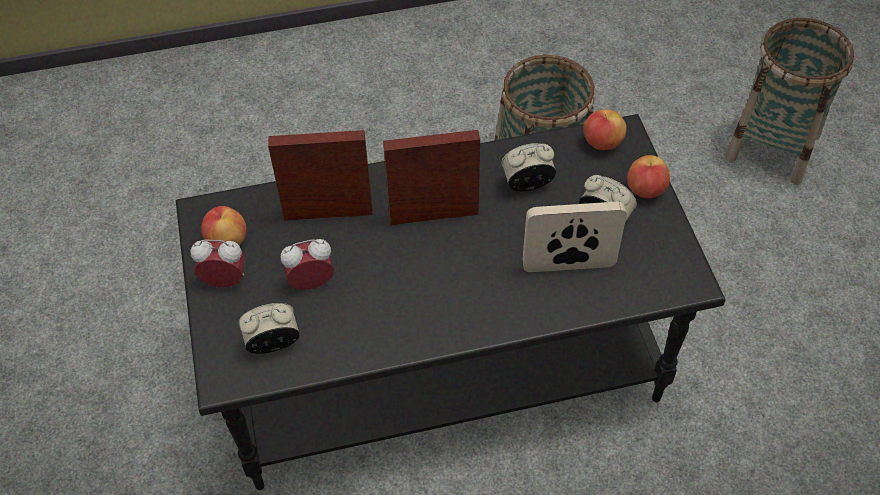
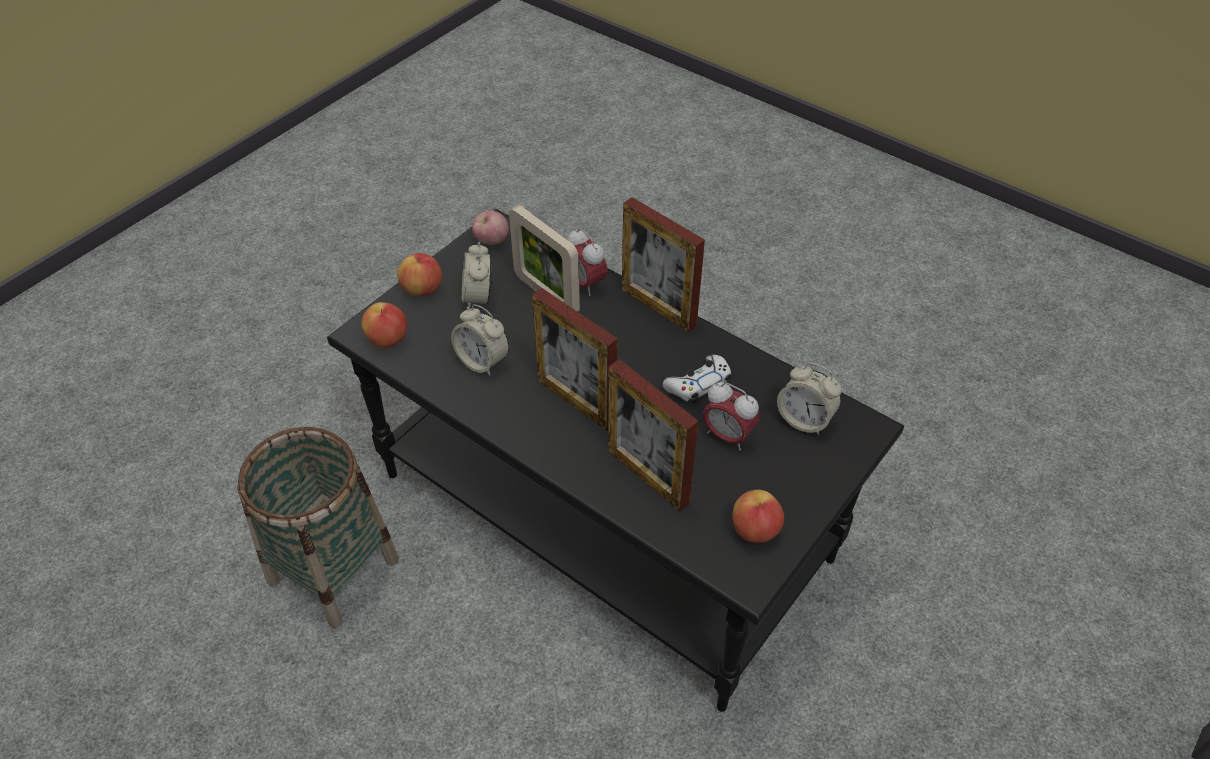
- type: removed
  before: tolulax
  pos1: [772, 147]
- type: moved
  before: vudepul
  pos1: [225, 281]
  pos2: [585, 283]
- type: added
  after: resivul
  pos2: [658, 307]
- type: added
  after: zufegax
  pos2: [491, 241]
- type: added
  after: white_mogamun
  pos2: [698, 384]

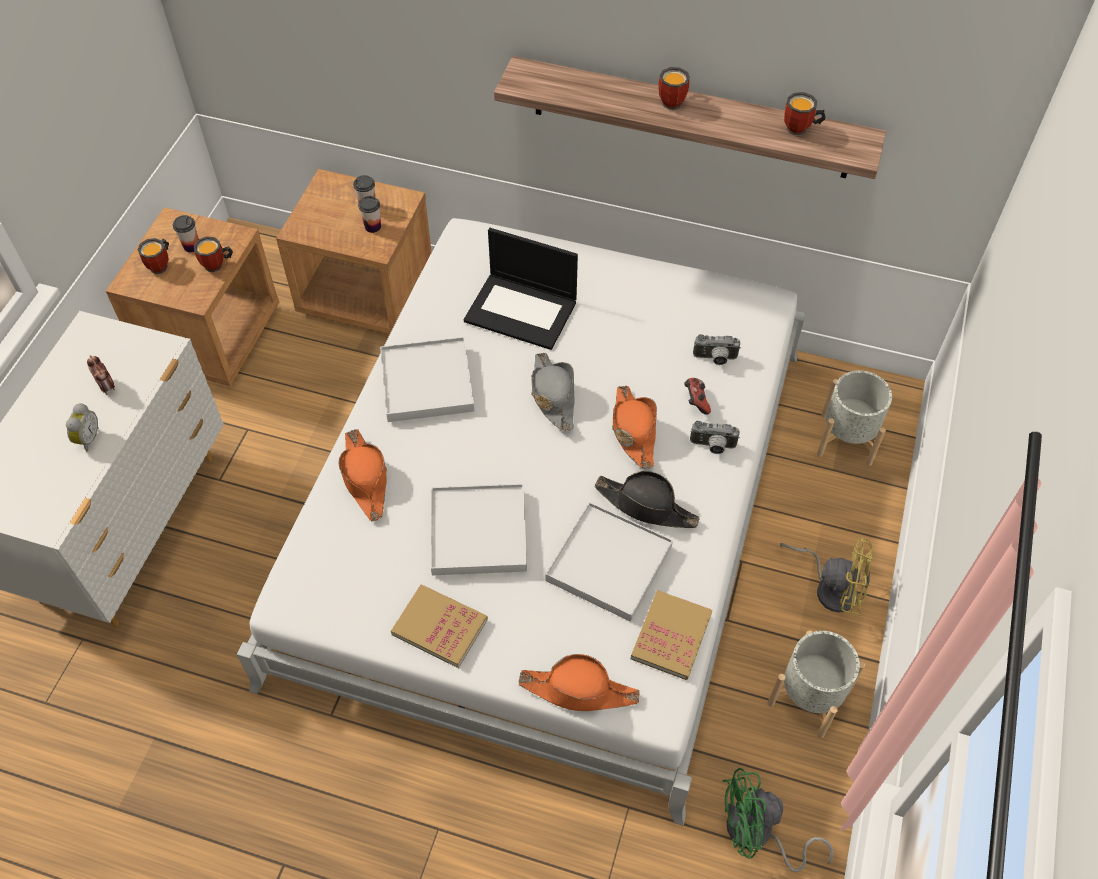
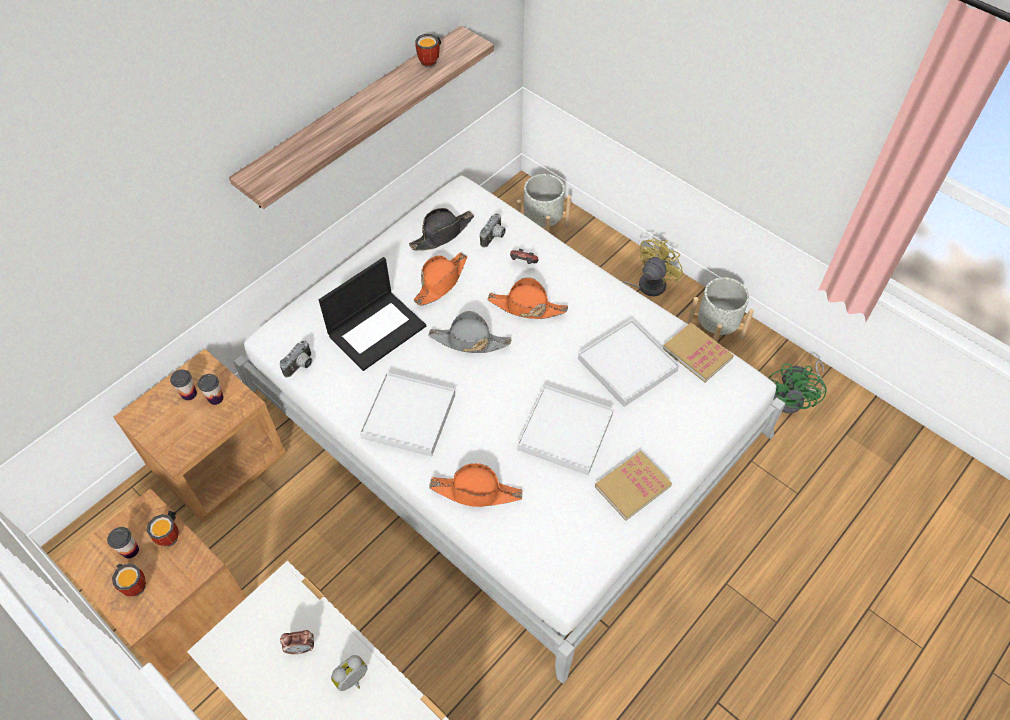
- type: removed
  before: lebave
  pos1: [675, 101]
- type: turned
  before: vudepul
  pos1: [87, 439]
  pos2: [353, 680]
  turn: -75
- type: moved
  before: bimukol
  pos1: [712, 446]
  pos2: [301, 366]
- type: moved
  before: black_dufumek
  pos1: [646, 506]
  pos2: [442, 234]
- type: moved
  before: orange_dufumek
  pos1: [579, 690]
  pos2: [441, 282]

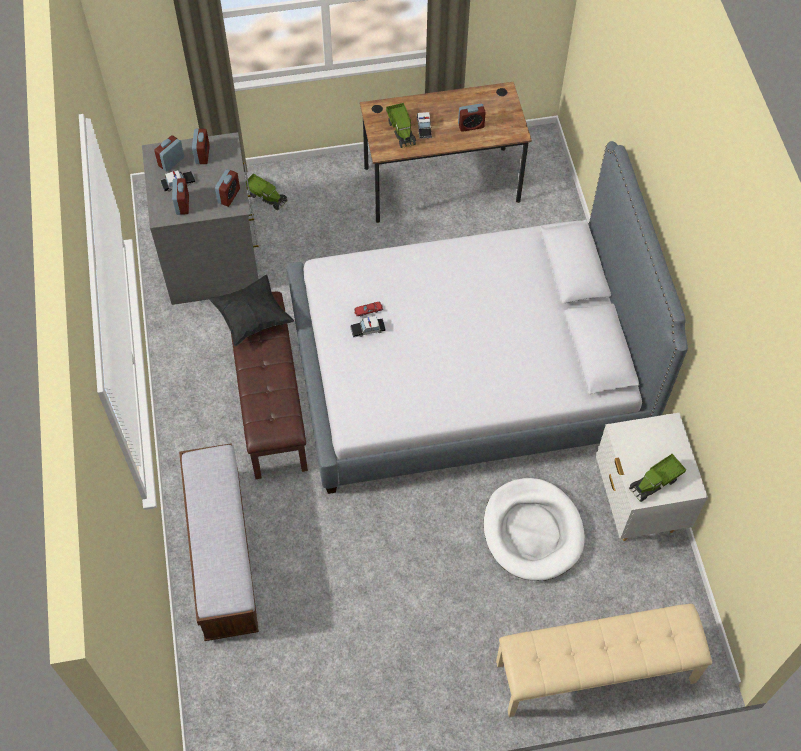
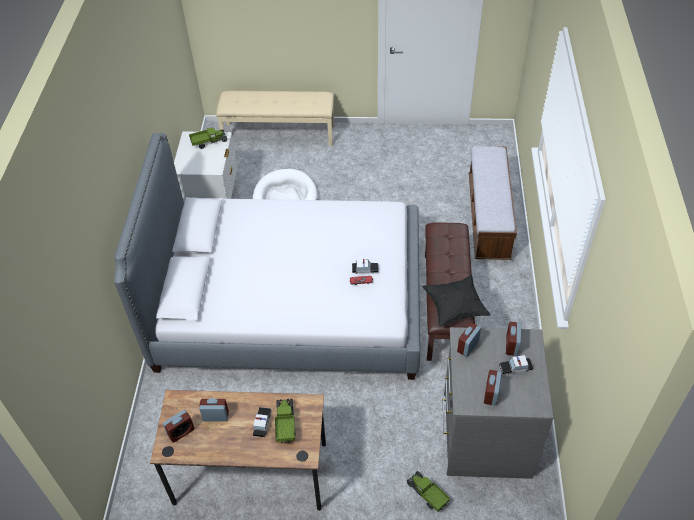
- type: moved
  before: vudepul
  pos1: [171, 162]
  pos2: [181, 432]

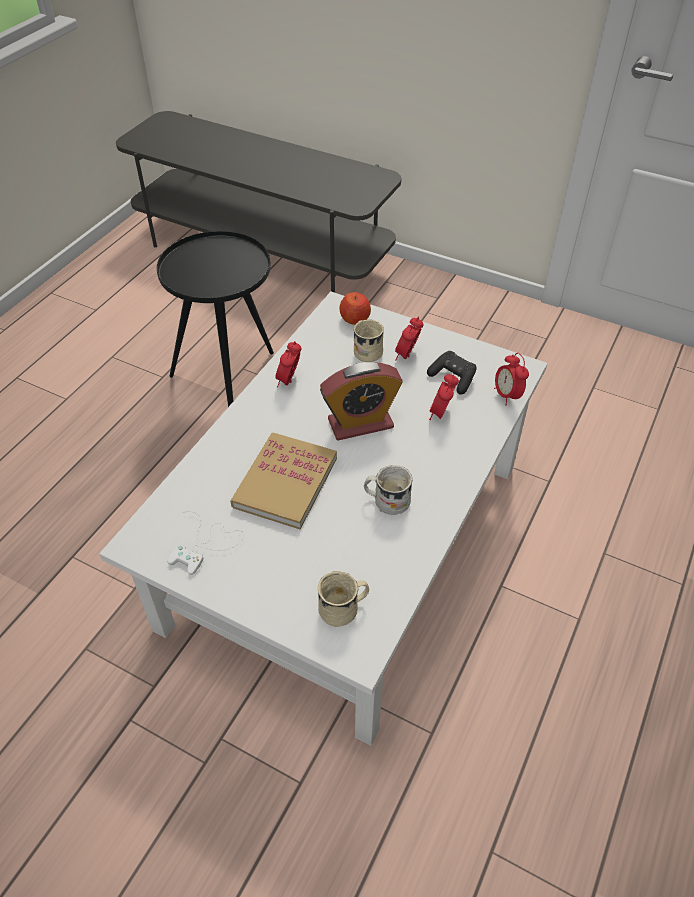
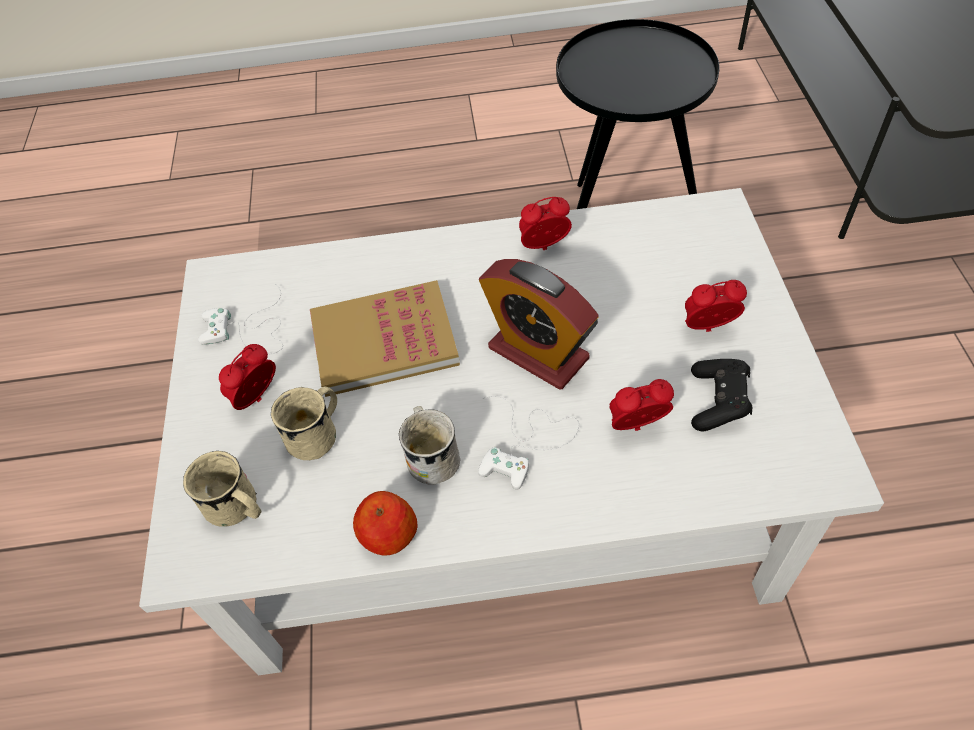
- type: moved
  before: zufegax
  pos1: [355, 319]
  pos2: [388, 535]
- type: moved
  before: beige_lebave
  pos1: [366, 350]
  pos2: [318, 434]
- type: moved
  before: vudepul
  pos1: [507, 395]
  pos2: [257, 399]
- type: added
  after: white_mogamun
  pos2: [526, 442]

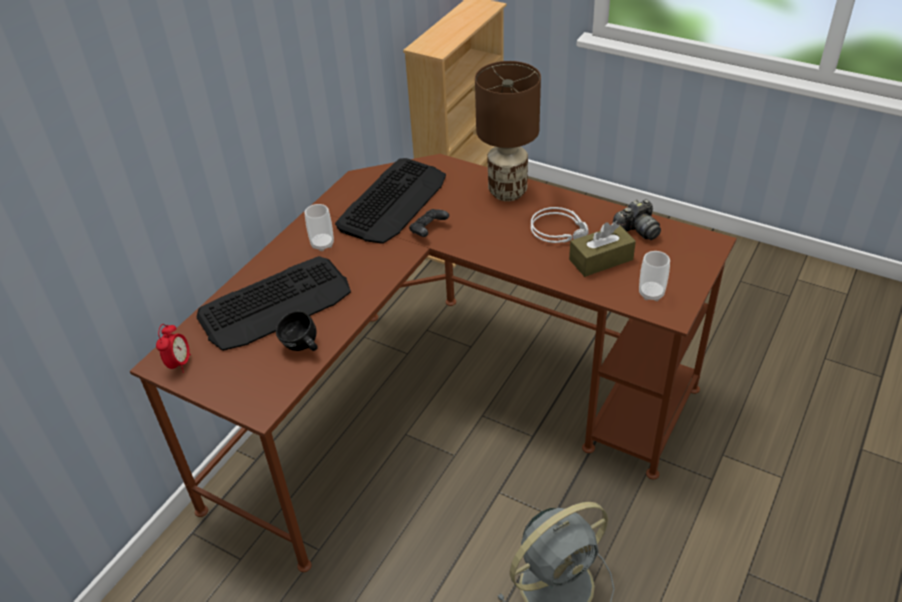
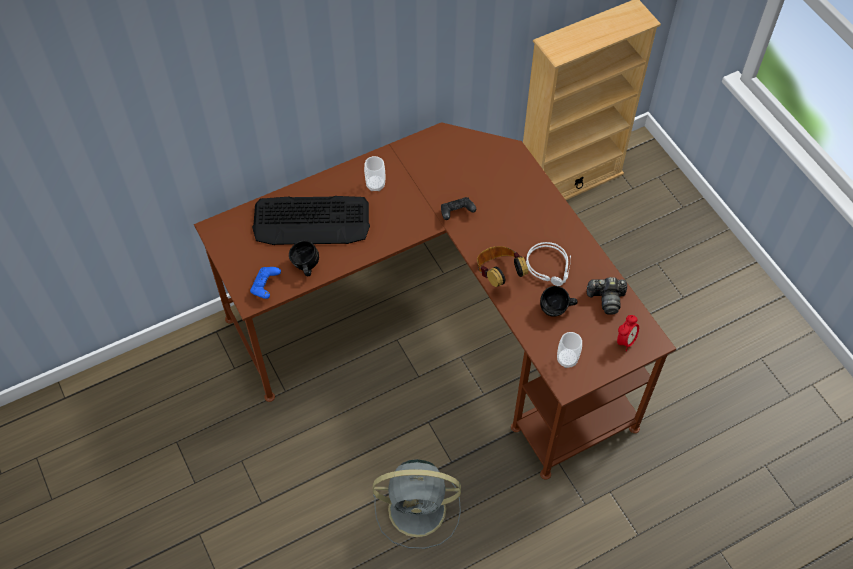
- type: removed
  before: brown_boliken
  pos1: [507, 192]
- type: removed
  before: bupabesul
  pos1: [393, 201]
- type: replaced
  before: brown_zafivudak
  after: black_lebave
  pos1: [601, 260]
  pos2: [557, 310]
- type: moved
  before: vudepul
  pos1: [179, 364]
  pos2: [625, 341]
- type: added
  after: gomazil
  pos2: [499, 274]
- type: added
  after: blue_mogamun
  pos2: [265, 286]

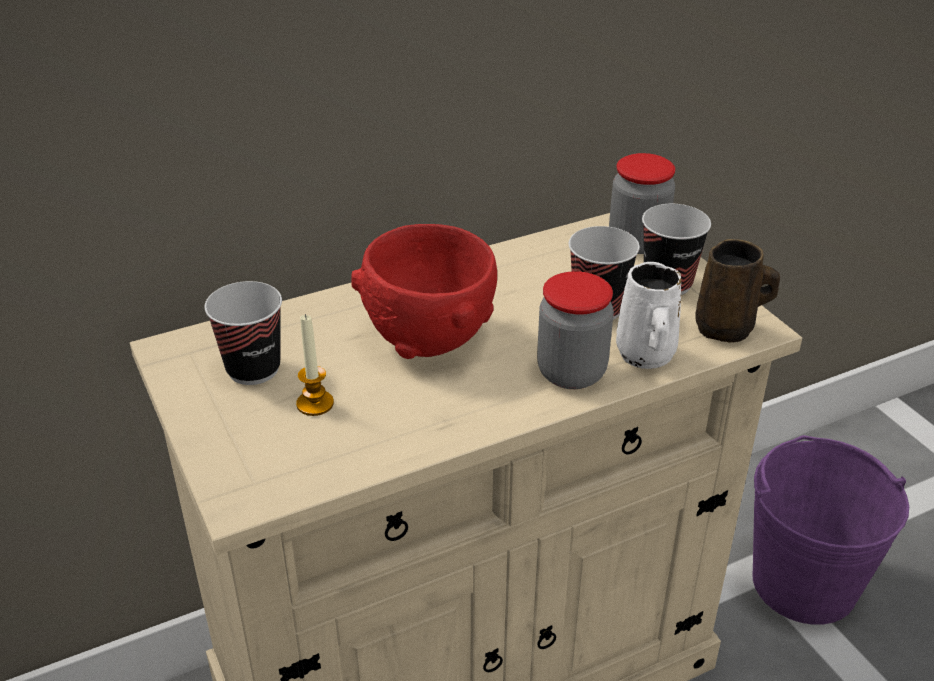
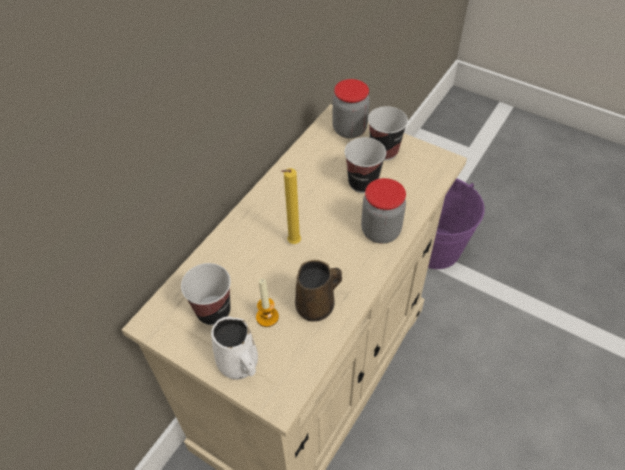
- type: replaced
  before: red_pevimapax
  after: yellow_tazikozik
  pos1: [428, 338]
  pos2: [292, 243]
- type: moved
  before: brown_lebave
  pos1: [727, 329]
  pos2: [317, 306]
- type: moved
  before: white_lebave
  pos1: [645, 356]
  pos2: [239, 365]

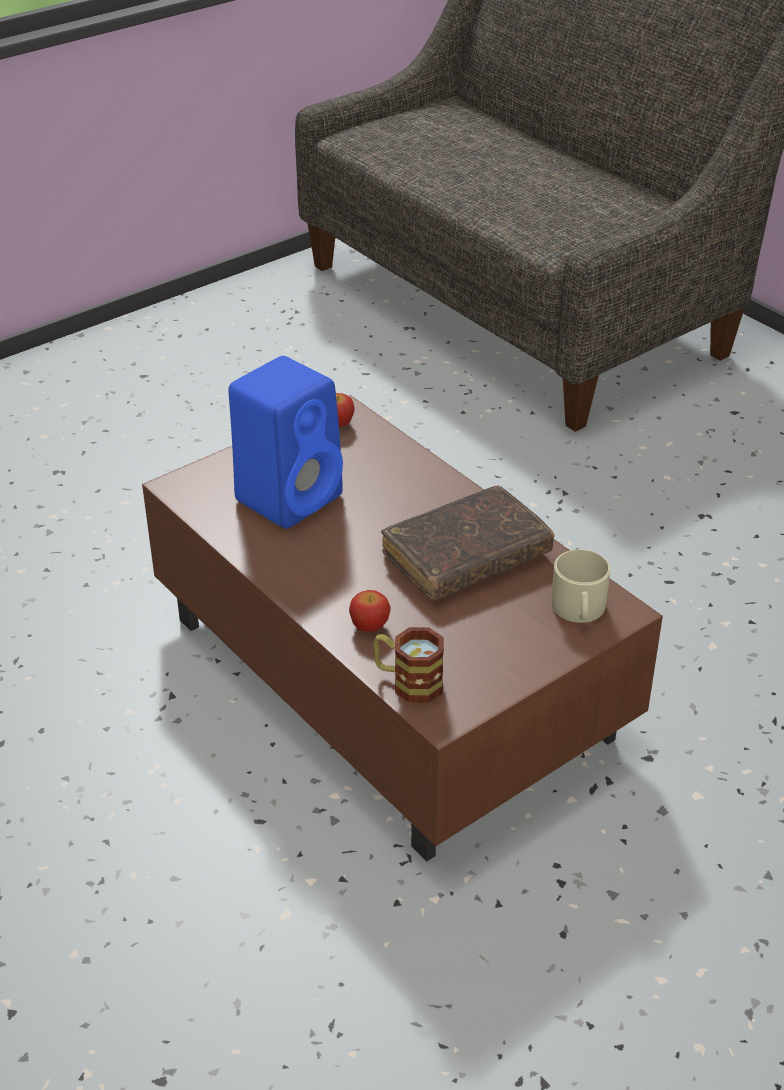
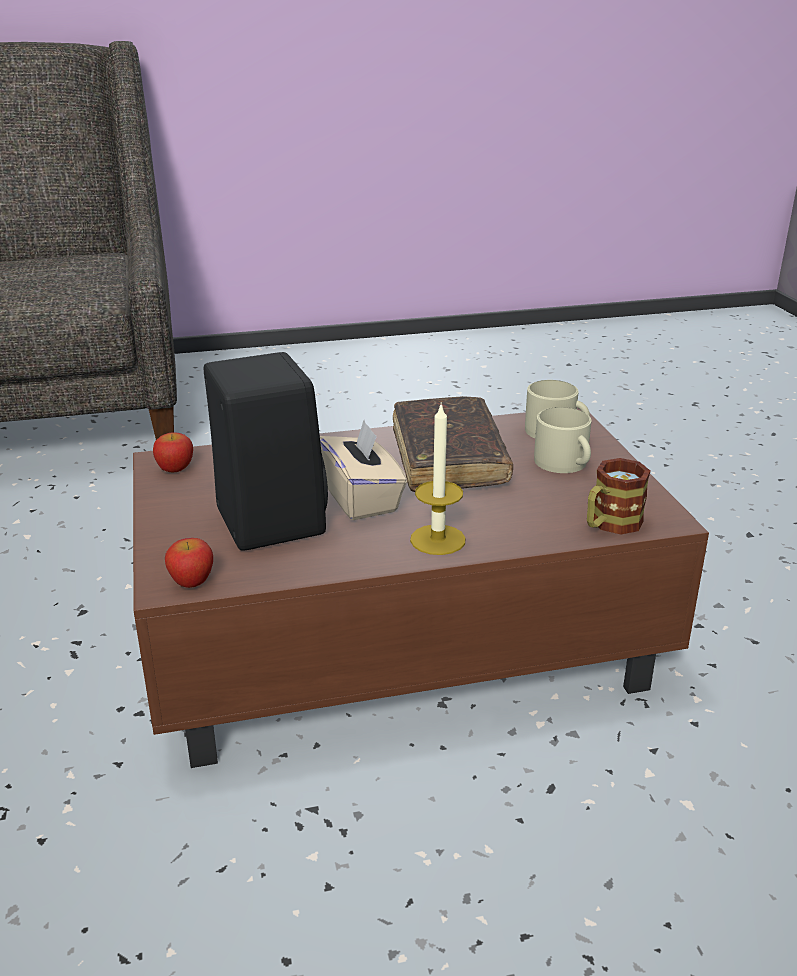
- type: recoloured
  before: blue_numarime
  after: black_numarime
  pos1: [290, 496]
  pos2: [268, 520]
- type: moved
  before: zufegax
  pos1: [370, 625]
  pos2: [192, 581]
- type: added
  after: tazikozik
  pos2: [437, 540]
- type: added
  after: beige_lebave
  pos2: [564, 464]
- type: added
  after: beige_zafivudak
  pos2: [361, 498]

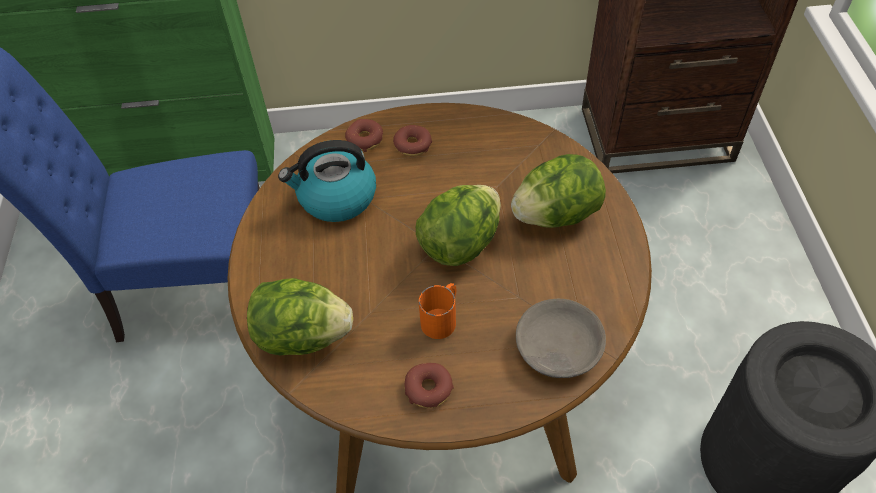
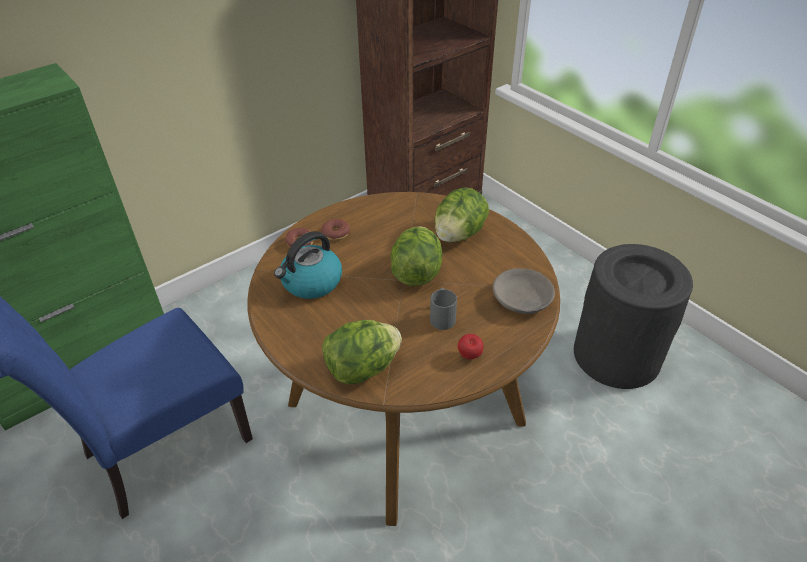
- type: recoloured
  before: orange_lebave
  after: grey_lebave
  pos1: [442, 317]
  pos2: [442, 316]
- type: replaced
  before: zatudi
  after: zufegax
  pos1: [429, 389]
  pos2: [469, 356]

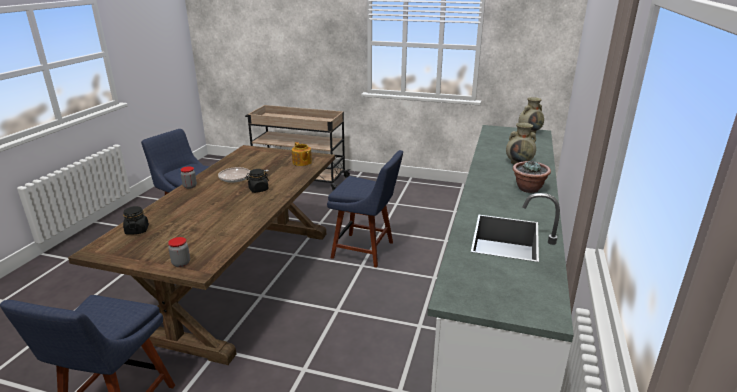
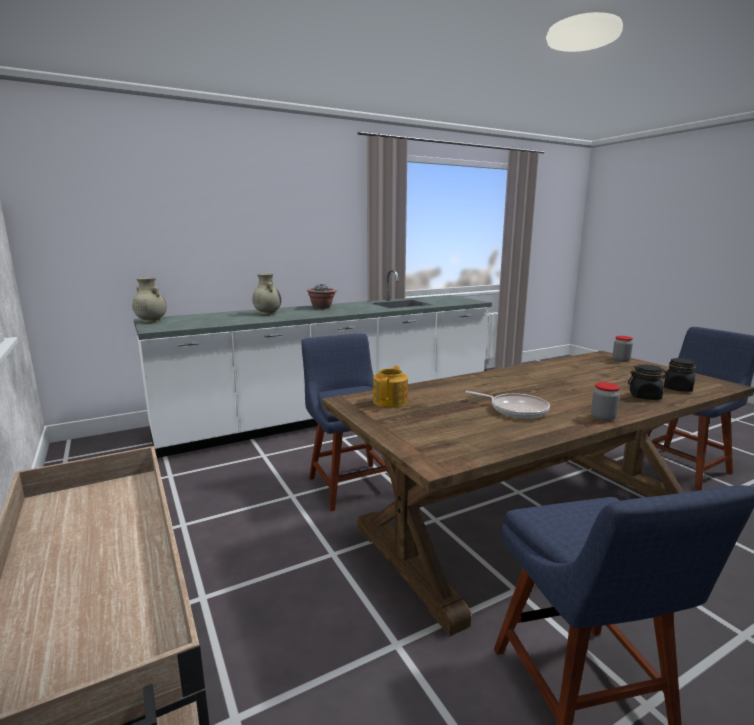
- type: moved
  before: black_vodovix
  pos1: [258, 189]
  pos2: [645, 396]

